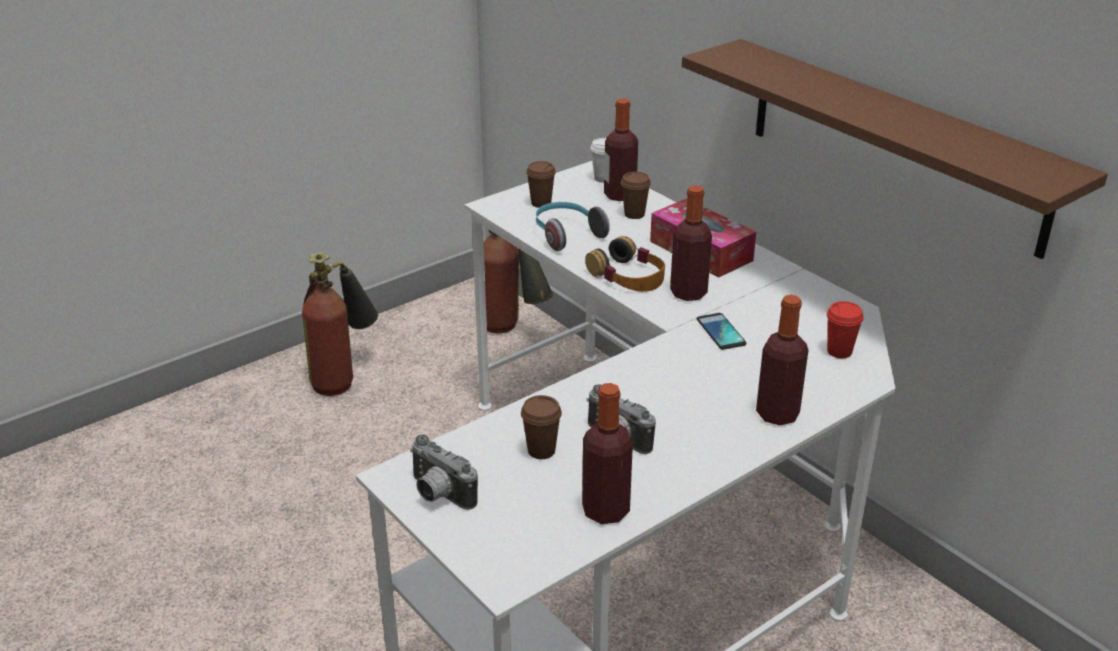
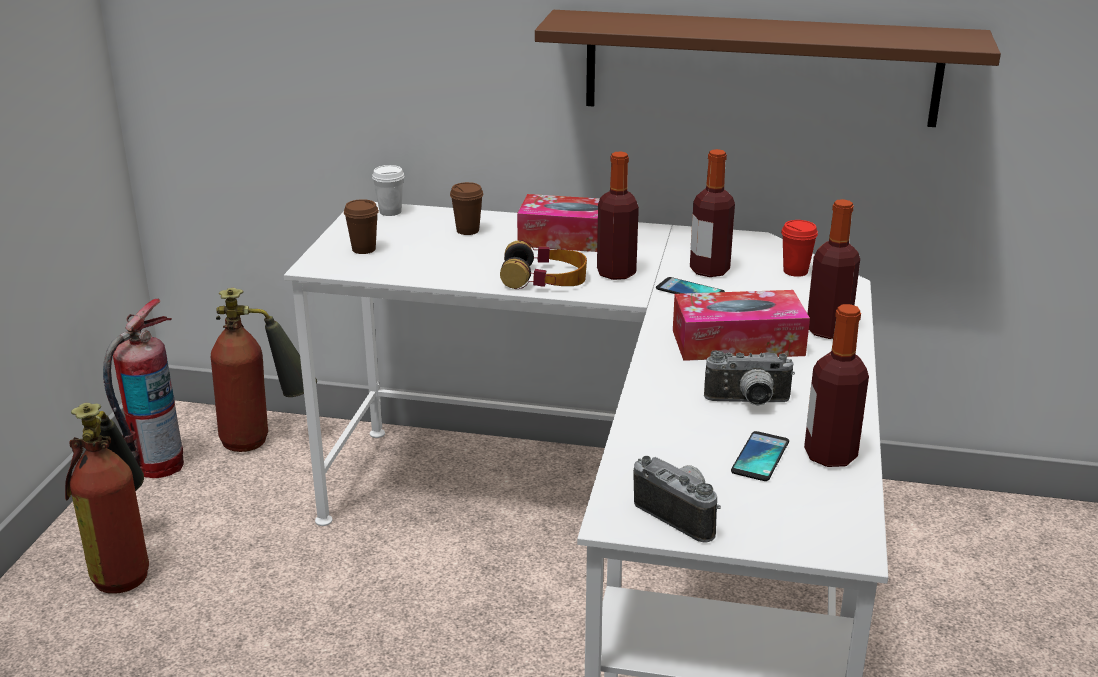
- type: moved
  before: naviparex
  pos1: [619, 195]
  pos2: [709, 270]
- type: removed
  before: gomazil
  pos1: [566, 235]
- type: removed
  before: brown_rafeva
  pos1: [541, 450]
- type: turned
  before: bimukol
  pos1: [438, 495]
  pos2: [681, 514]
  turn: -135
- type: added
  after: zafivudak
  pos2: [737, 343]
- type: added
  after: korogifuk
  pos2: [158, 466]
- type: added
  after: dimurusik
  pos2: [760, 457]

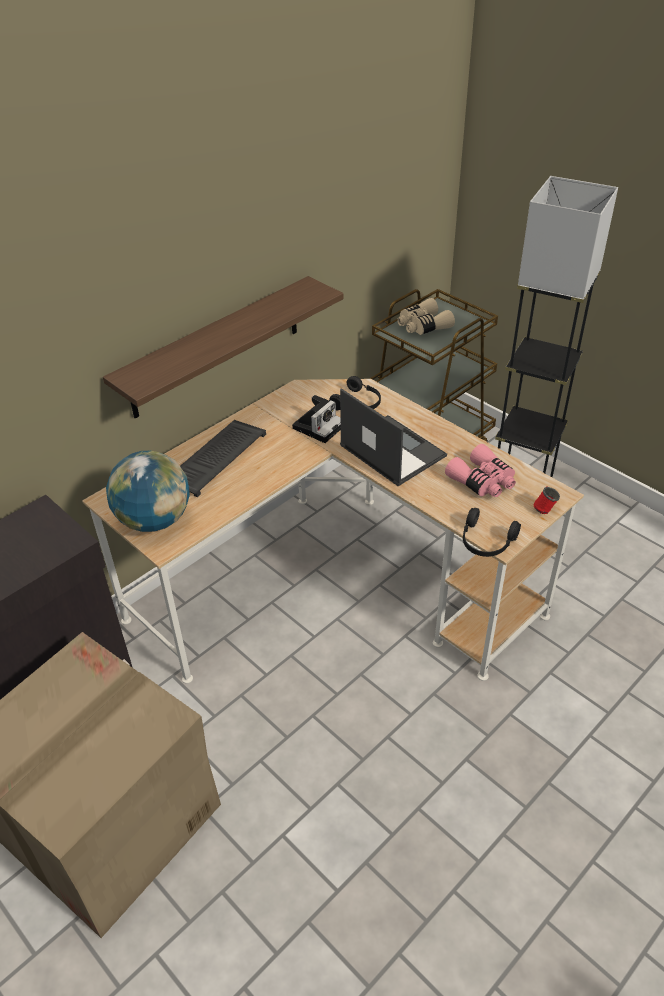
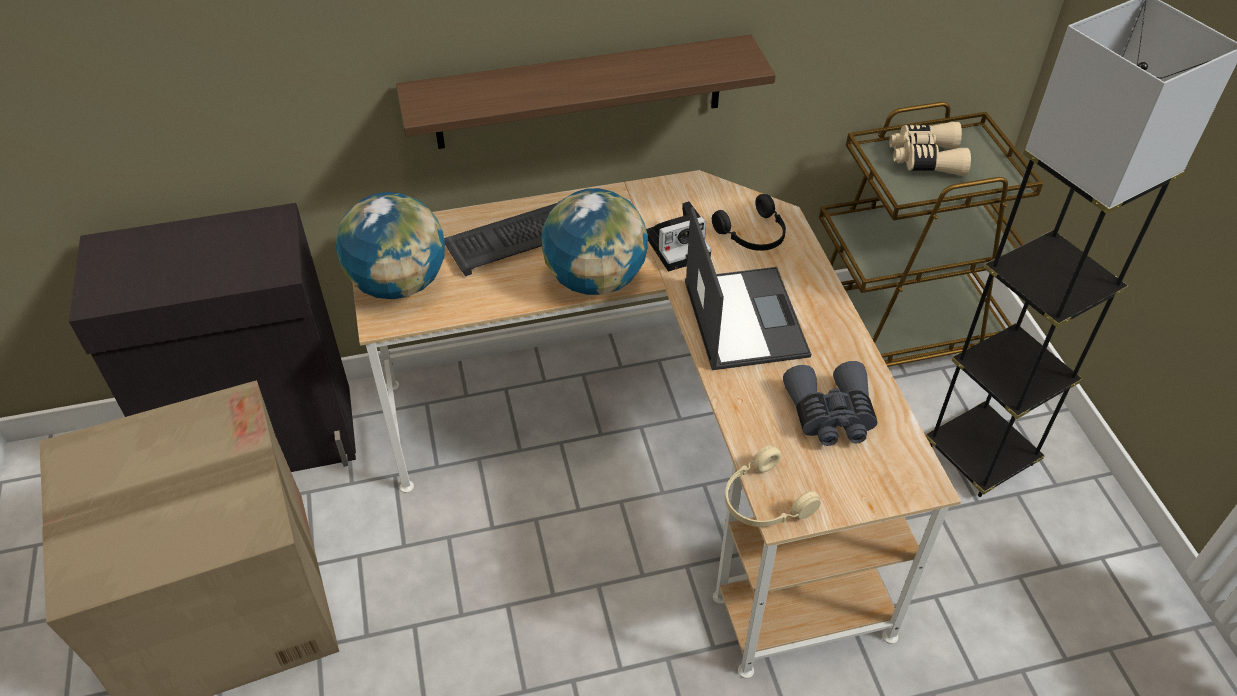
- type: recoloured
  before: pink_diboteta
  after: grey_diboteta
  pos1: [483, 481]
  pos2: [830, 415]
- type: removed
  before: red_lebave
  pos1: [544, 508]
- type: recoloured
  before: black_gomazil
  after: beige_gomazil
  pos1: [486, 542]
  pos2: [763, 501]
- type: added
  after: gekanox
  pos2: [595, 280]

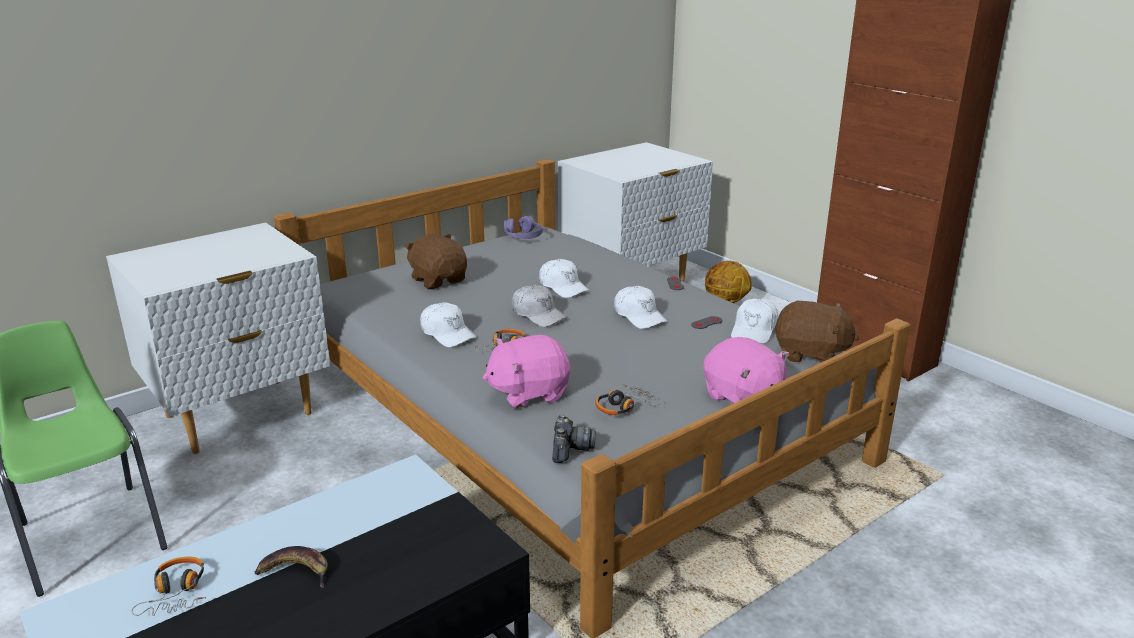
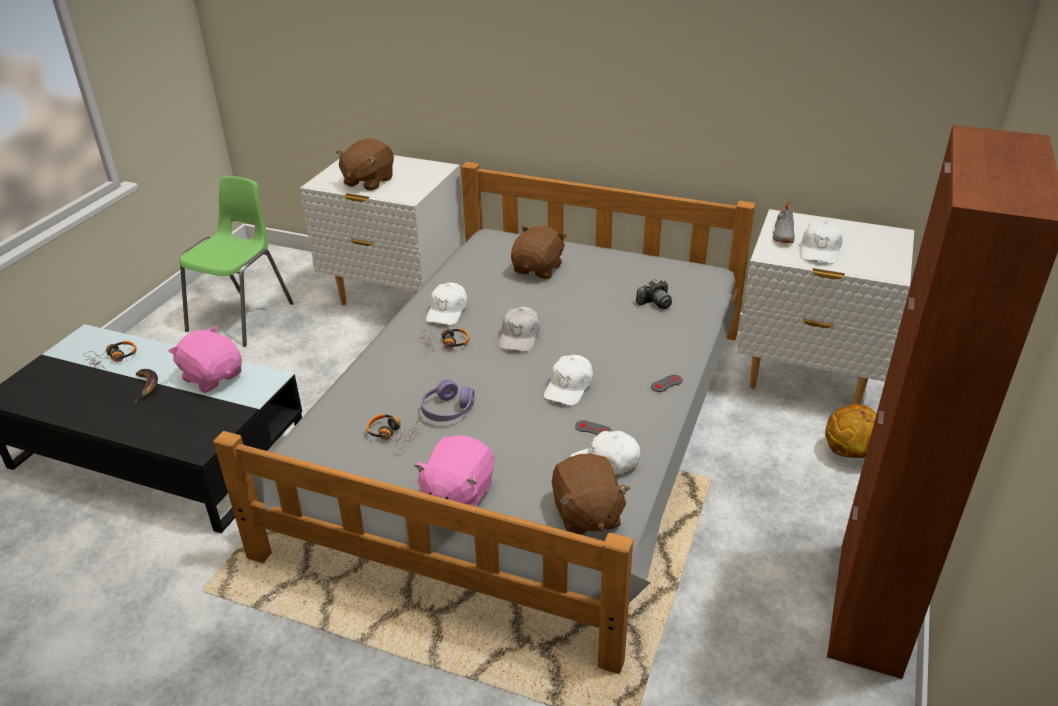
- type: moved
  before: purple_gomazil
  pos1: [523, 236]
  pos2: [447, 410]
- type: moved
  before: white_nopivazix
  pos1: [563, 287]
  pos2: [820, 250]
- type: moved
  before: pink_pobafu
  pos1: [528, 393]
  pos2: [213, 377]
- type: moved
  before: bimukol
  pos1: [570, 449]
  pos2: [655, 303]
- type: added
  after: brown_pobafu
  pos2: [368, 181]
- type: added
  after: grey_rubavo
  pos2: [782, 234]

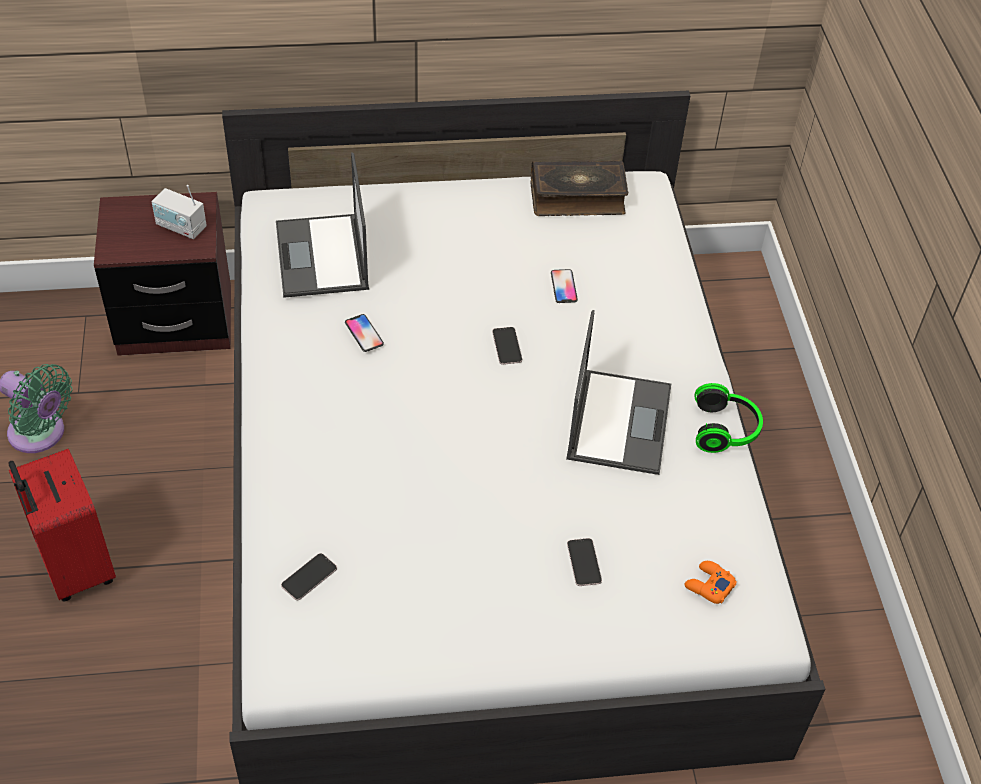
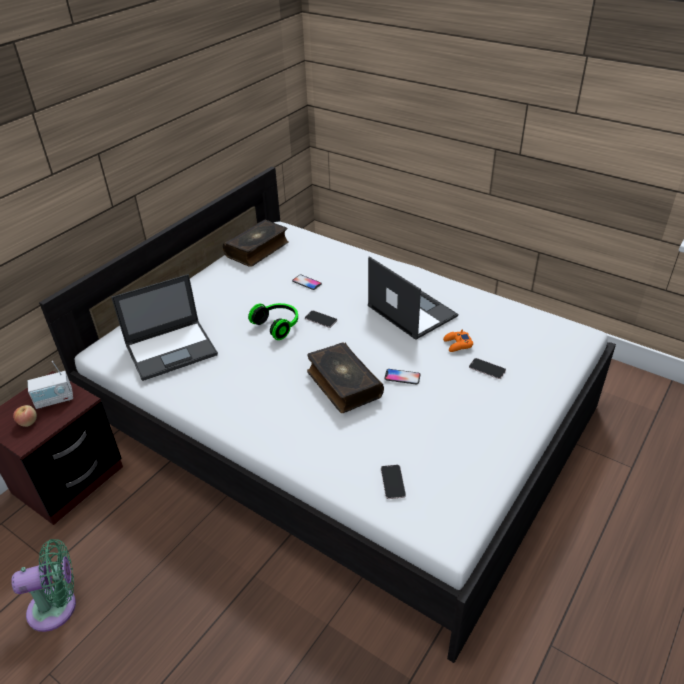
- type: turned
  before: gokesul
  pos1: [322, 257]
  pos2: [172, 349]
  turn: -60
- type: moved
  before: dimurusik
  pos1: [364, 333]
  pos2: [402, 377]
- type: moved
  before: gomazil
  pos1: [725, 430]
  pos2: [278, 325]
- type: removed
  before: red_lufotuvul
  pos1: [75, 567]
- type: moved
  before: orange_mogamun
  pos1: [709, 585]
  pos2: [457, 344]
- type: added
  after: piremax
  pos2: [343, 384]
- type: added
  after: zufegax
  pos2: [28, 422]

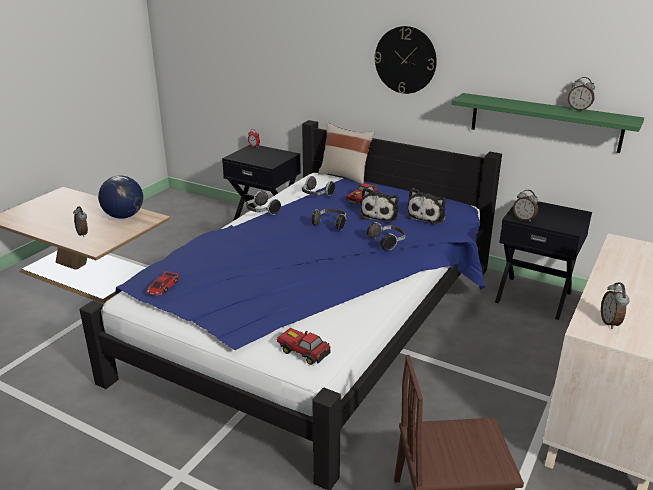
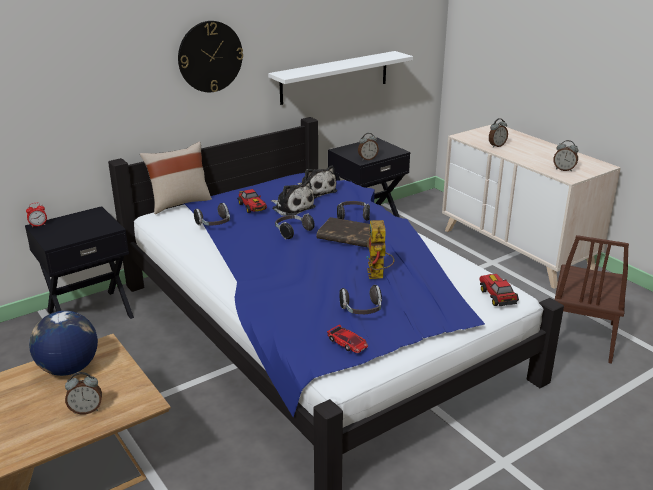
- type: moved
  before: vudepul
  pos1: [579, 109]
  pos2: [496, 145]
- type: recoloured
  before: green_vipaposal
  after: white_vipaposal
  pos1: [545, 122]
  pos2: [334, 77]
- type: moved
  before: gomazil
  pos1: [261, 211]
  pos2: [361, 310]
- type: turned
  before: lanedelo
  pos1: [303, 352]
  pos2: [496, 296]
  turn: 105
- type: added
  after: brown_piremax
  pos2: [347, 236]
- type: added
  after: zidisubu
  pos2: [378, 276]

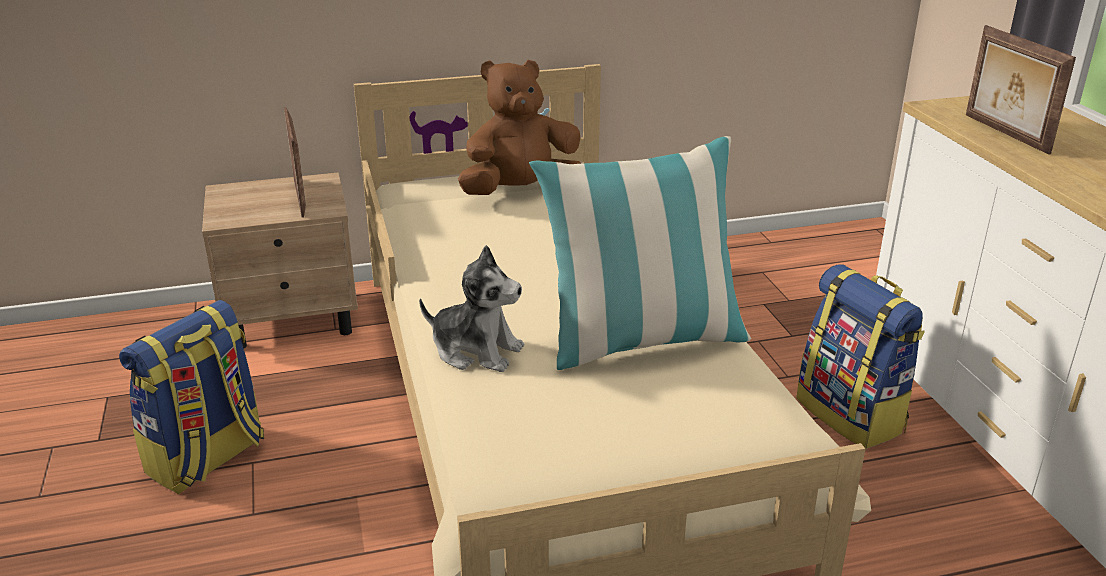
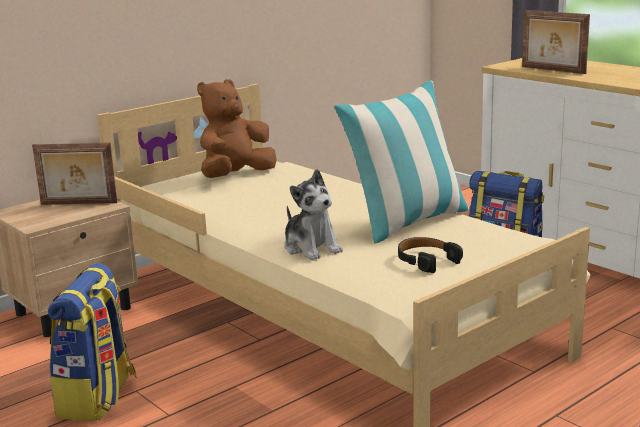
- type: turned
  before: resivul
  pos1: [300, 197]
  pos2: [78, 204]
  turn: 135
- type: turned
  before: pobafu
  pos1: [476, 351]
  pos2: [311, 248]
  turn: 60
- type: added
  after: black_gomazil
  pos2: [426, 260]

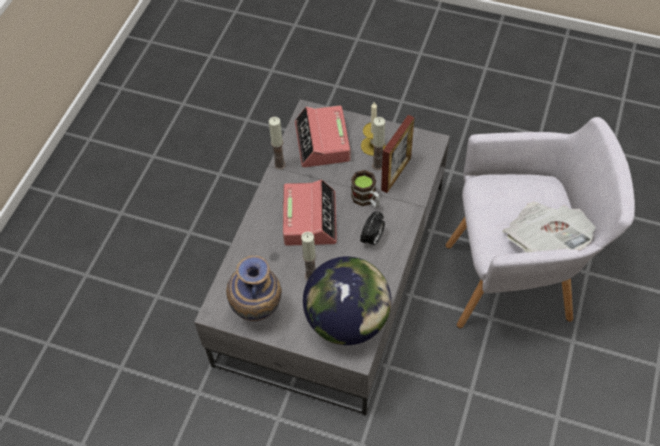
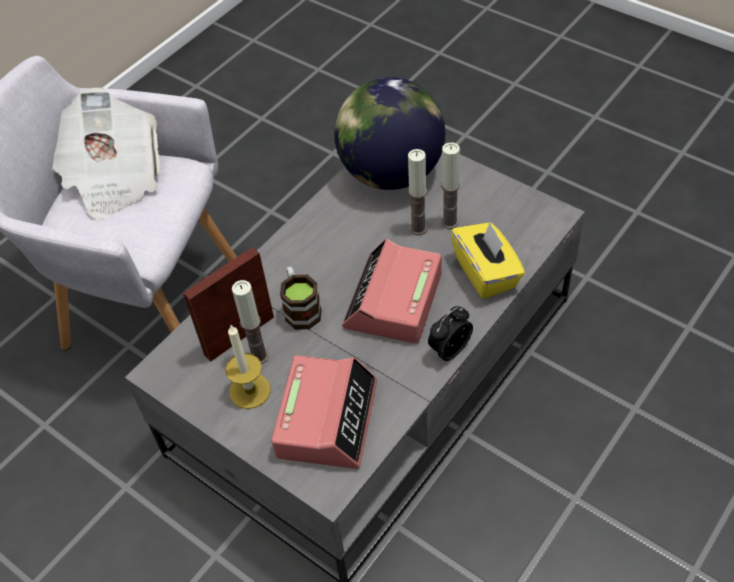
- type: moved
  before: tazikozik
  pos1: [279, 165]
  pos2: [450, 222]
- type: moved
  before: vudepul
  pos1: [372, 239]
  pos2: [449, 349]
- type: removed
  before: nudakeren
  pos1: [258, 312]
- type: added
  after: yellow_zafivudak
  pos2: [486, 273]

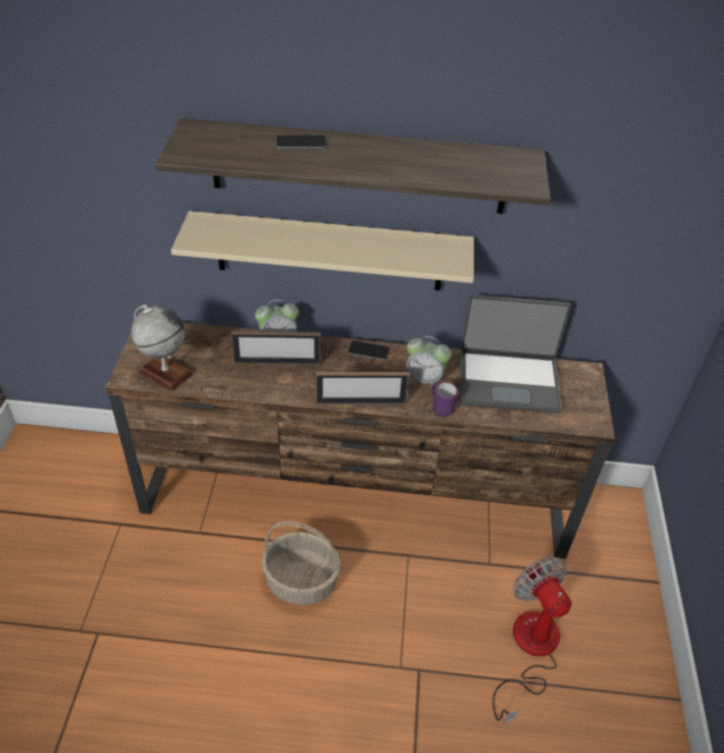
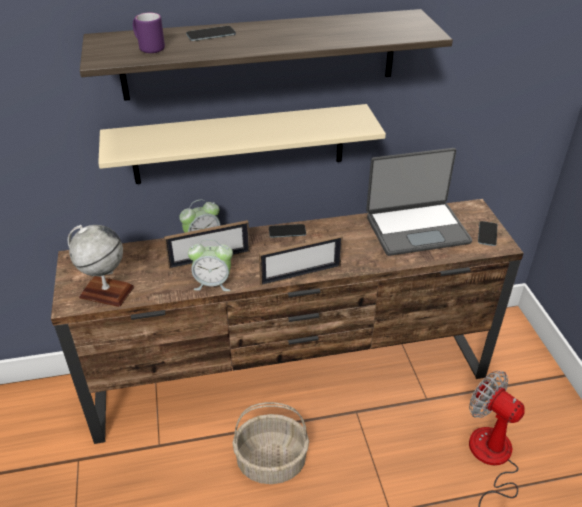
- type: moved
  before: vudepul
  pos1: [424, 379]
  pos2: [213, 283]
- type: moved
  before: purple_lebave
  pos1: [440, 406]
  pos2: [148, 48]
- type: added
  after: dimurusik
  pos2: [487, 234]

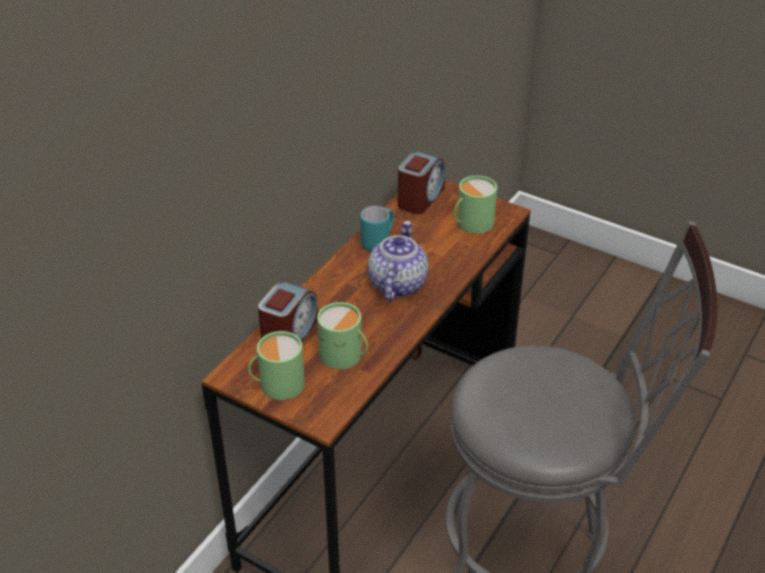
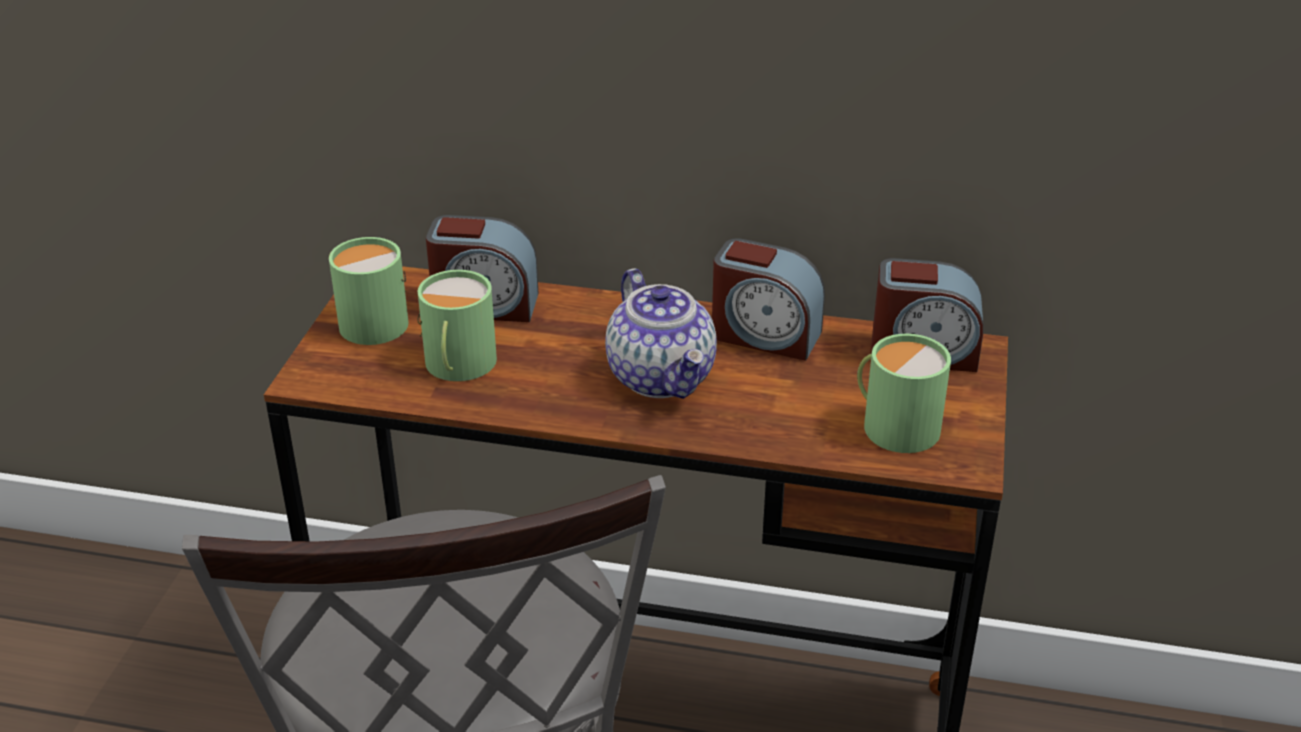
- type: replaced
  before: turquoise_lebave
  after: vudepul
  pos1: [379, 241]
  pos2: [764, 335]
- type: turned
  before: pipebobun
  pos1: [397, 284]
  pos2: [663, 377]
  turn: 75

